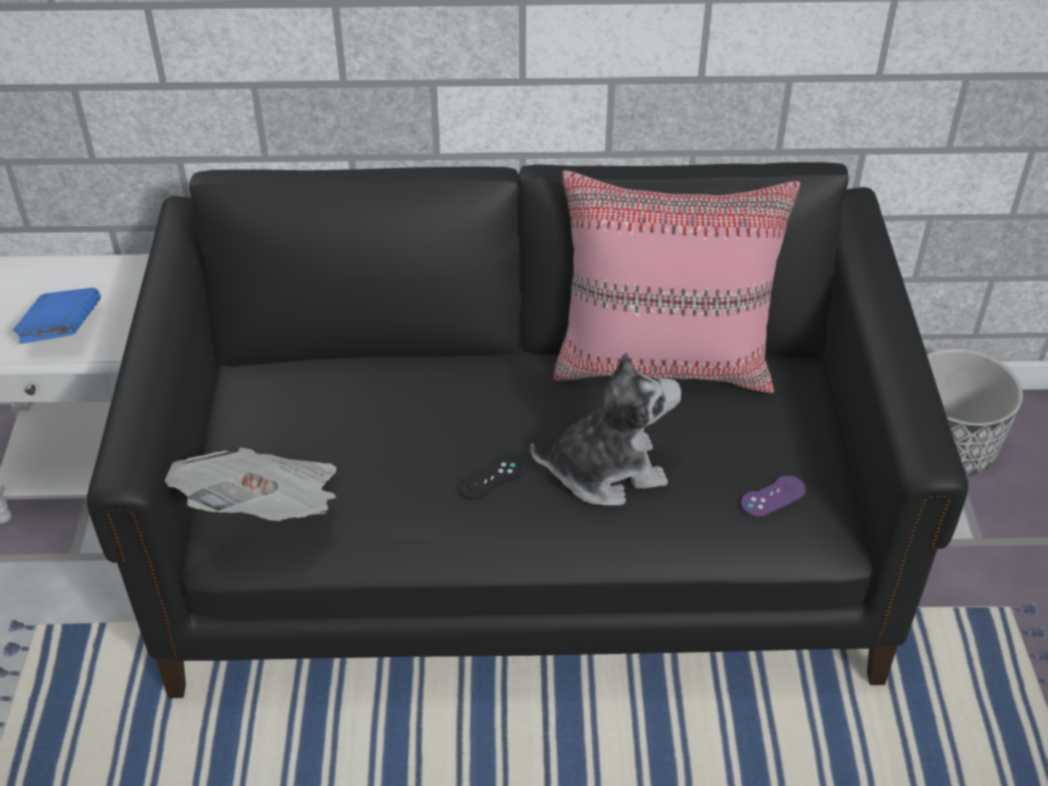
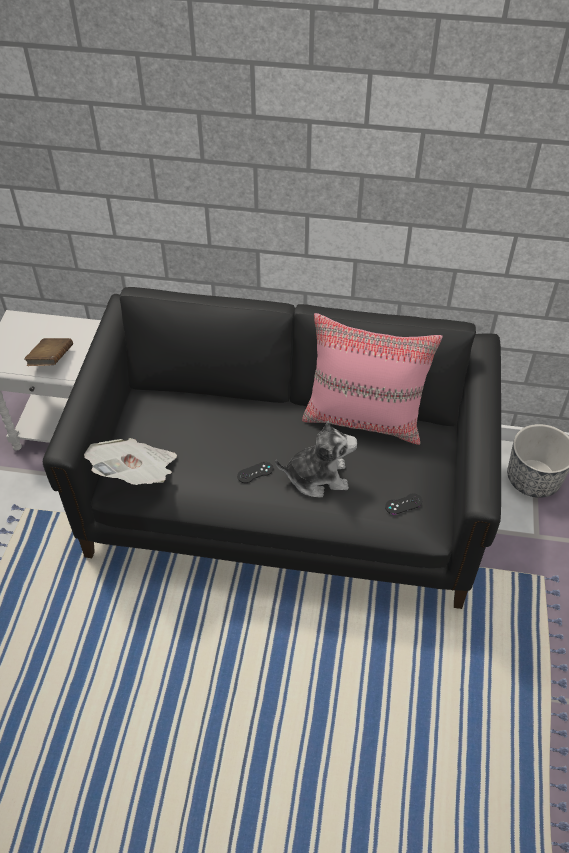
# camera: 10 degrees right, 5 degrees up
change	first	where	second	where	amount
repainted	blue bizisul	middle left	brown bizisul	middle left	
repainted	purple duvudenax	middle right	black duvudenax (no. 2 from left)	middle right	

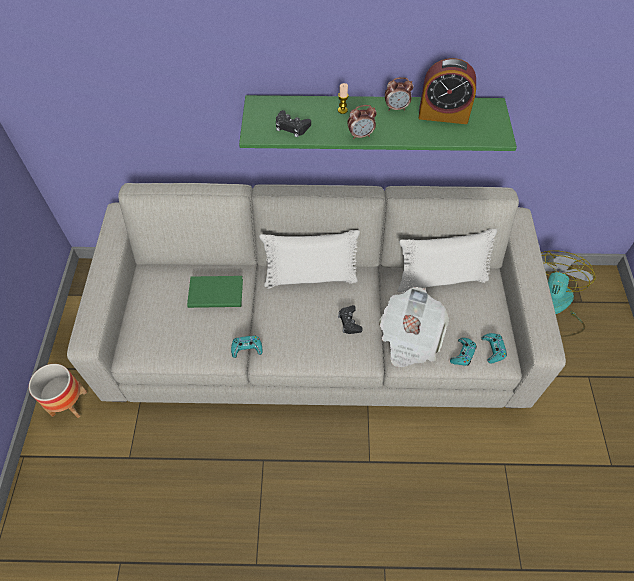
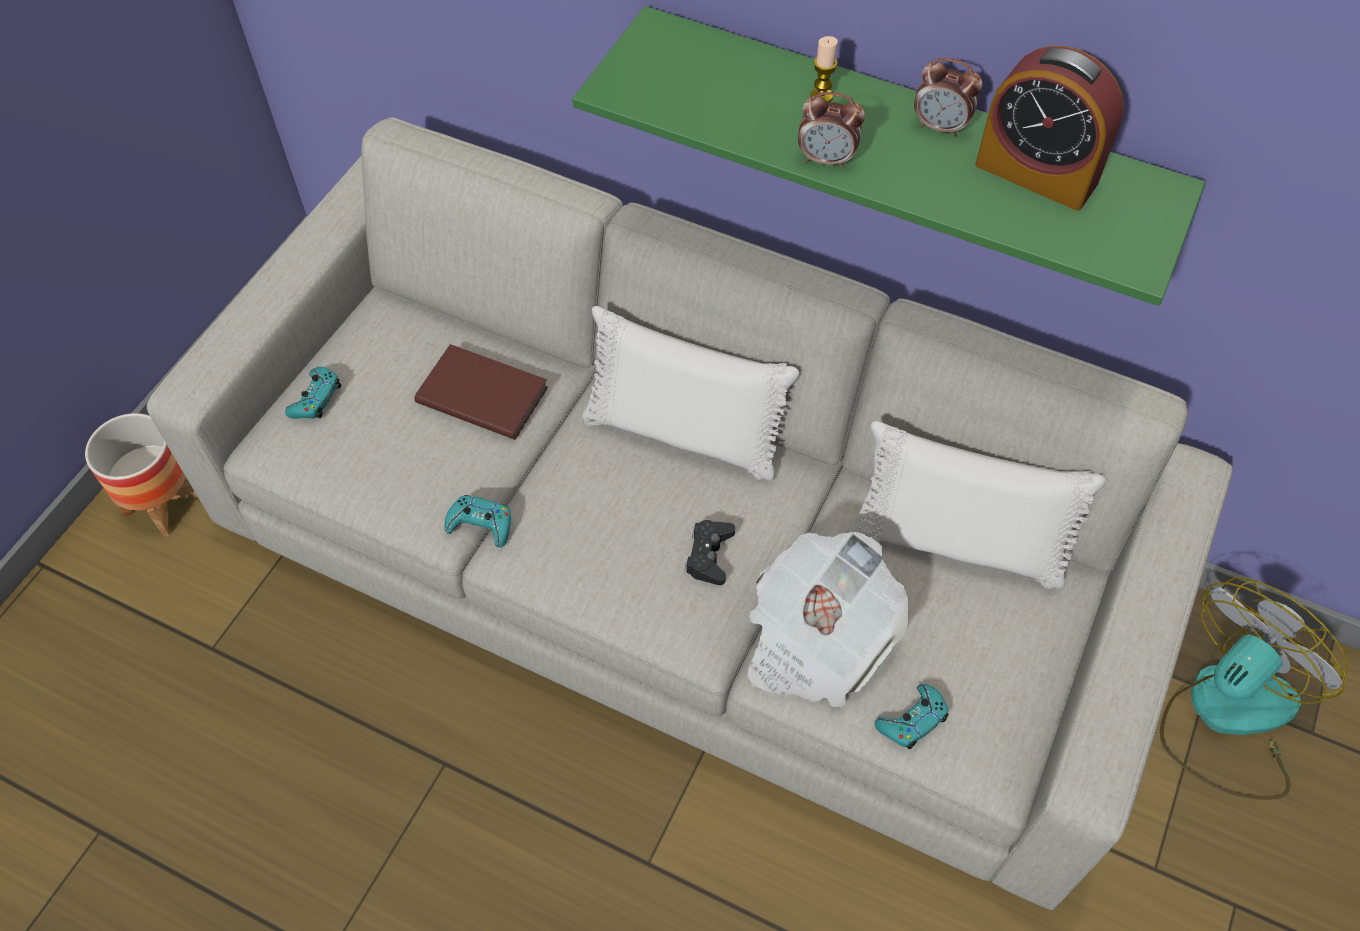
# camera: 25 degrees right, 0 degrees up
change	first	where	second	where	amount
gone	black duvudenax (no. 1 from left)	top centre			
shifted	turquoise duvudenax (no. 3 from left in the first image)	middle right	turquoise duvudenax (no. 1 from left)	middle left	
repainted	green bizisul	centre	brown bizisul	centre	

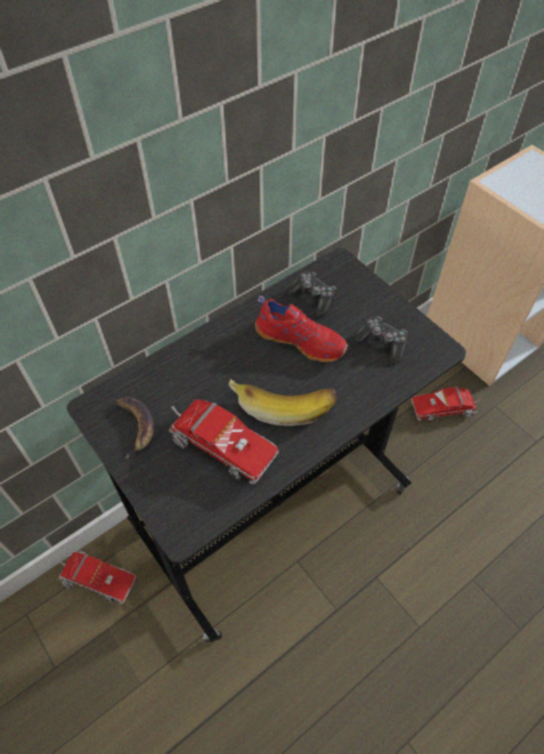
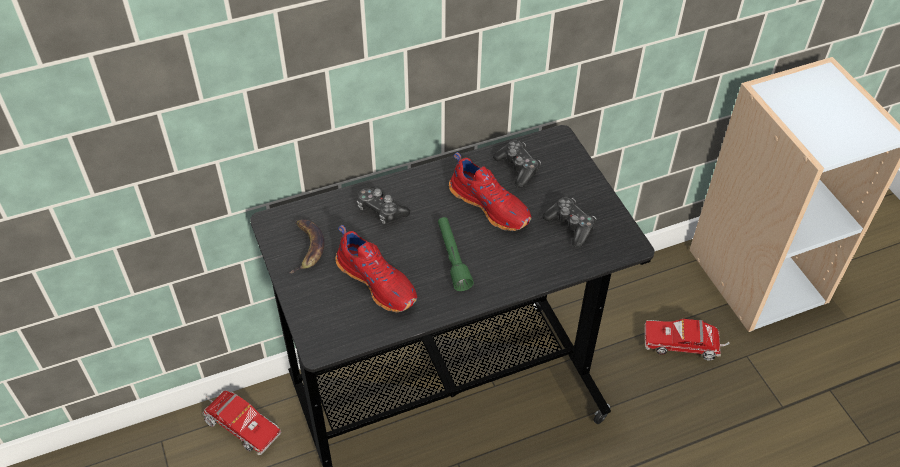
# camera: 15 degrees right, 5 degrees down
change	first	where	second	where	amount
new			duvudenax (no. 1 from left)	centre	
swapped	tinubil (no. 2 from left)	centre	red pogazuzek (no. 1 from left)	centre	
swapped	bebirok (no. 2 from left)	centre	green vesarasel	centre	

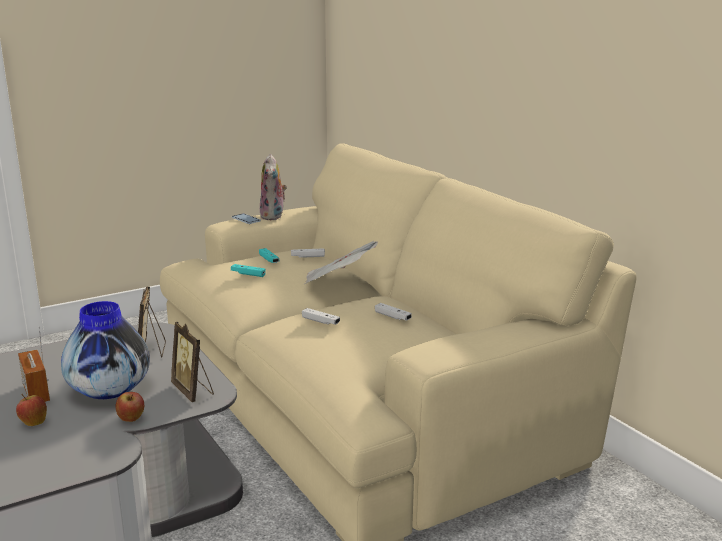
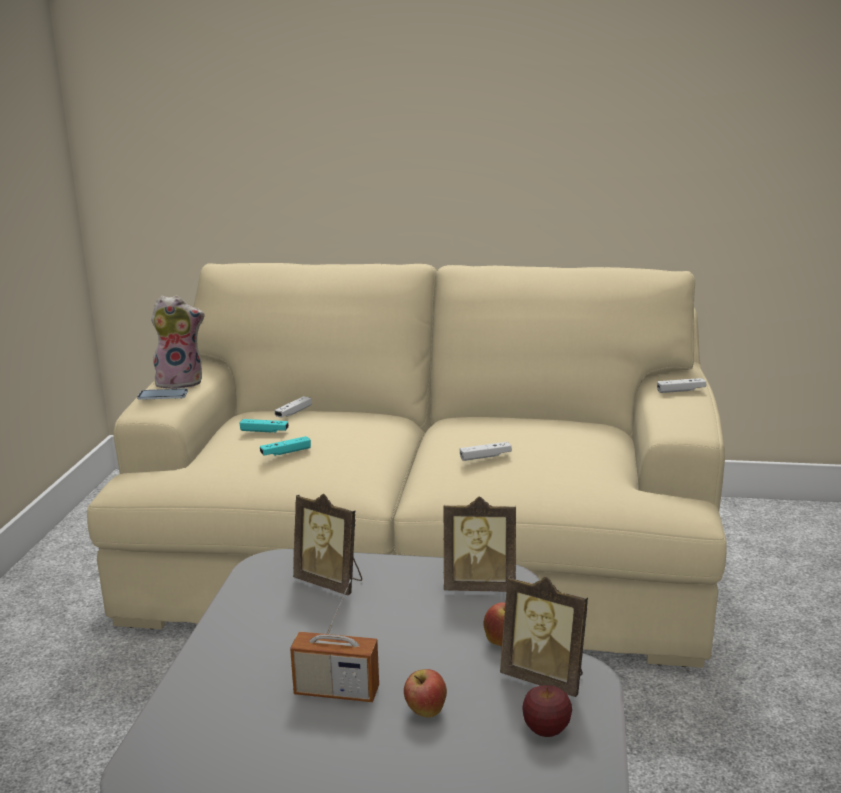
# camera: 50 degrees left, 0 degrees up
change	first	where	second	where	amount
gone	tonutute	middle left			
gone	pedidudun	centre			
new			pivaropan (no. 3 from left)	bottom centre	
new			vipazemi (no. 3 from left)	bottom centre	
shifted	white duvudenax (no. 3 from left)	centre		middle right	
rotated	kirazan	centre		middle left	45 degrees counterclockwise

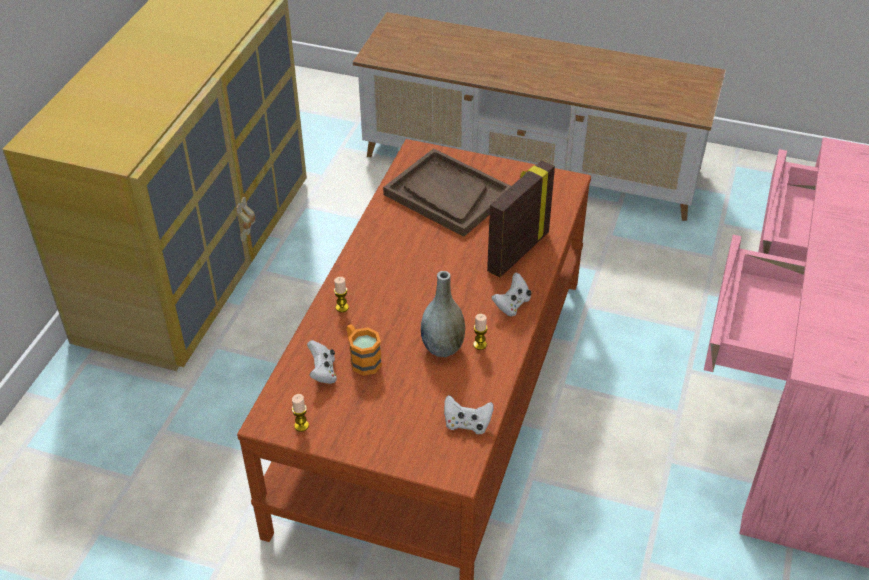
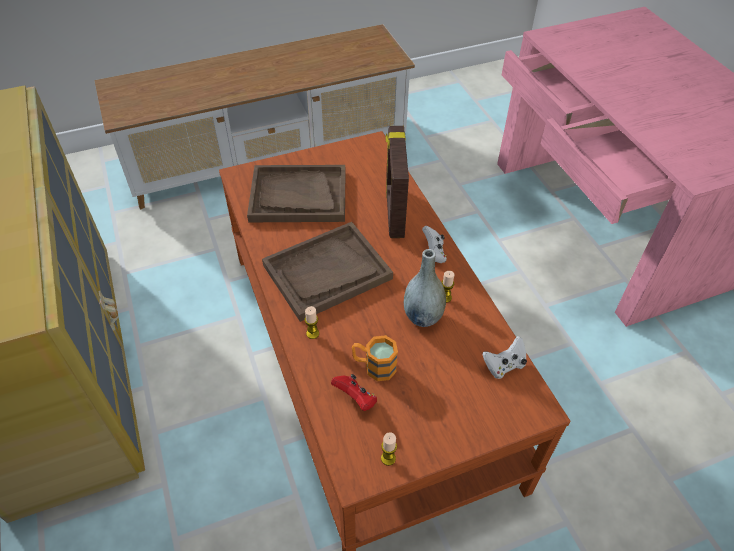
# camera: 40 degrees left, 5 degrees up
change	first	where	second	where	amount
new			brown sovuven (no. 2 from left)	centre	
repainted	white duvudenax (no. 1 from left)	centre	red duvudenax	bottom centre	

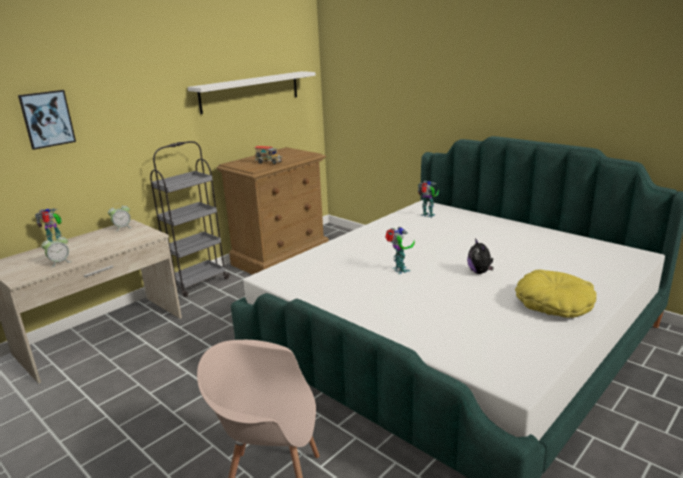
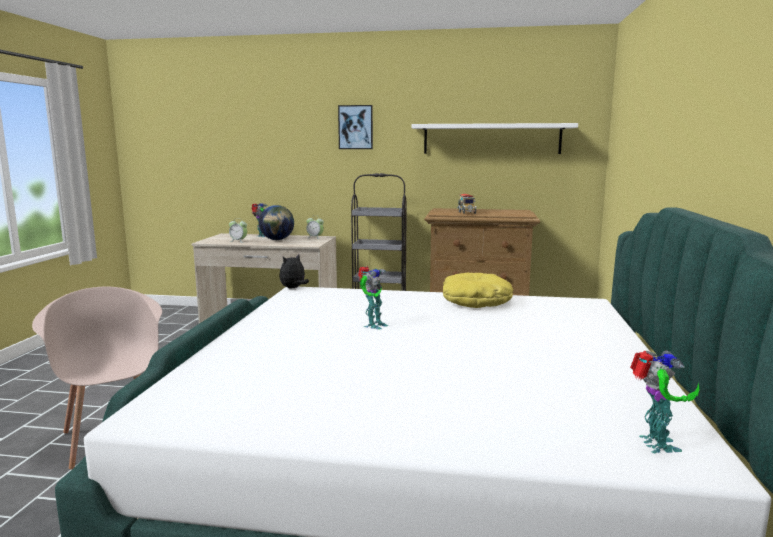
# camera: 55 degrees right, 10 degrees down
change	first	where	second	where	amount
new			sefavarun	centre	
shifted	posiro	top left		top centre	
shifted	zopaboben (no. 3 from left)	centre		bottom right	
shifted	kirazan	middle right		centre	
shifted	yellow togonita	middle right		centre	

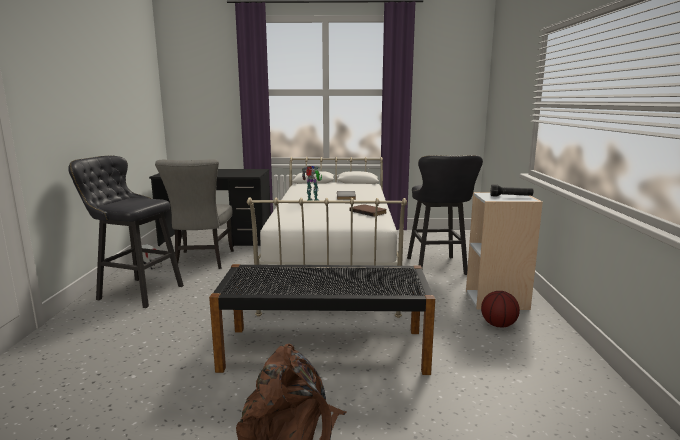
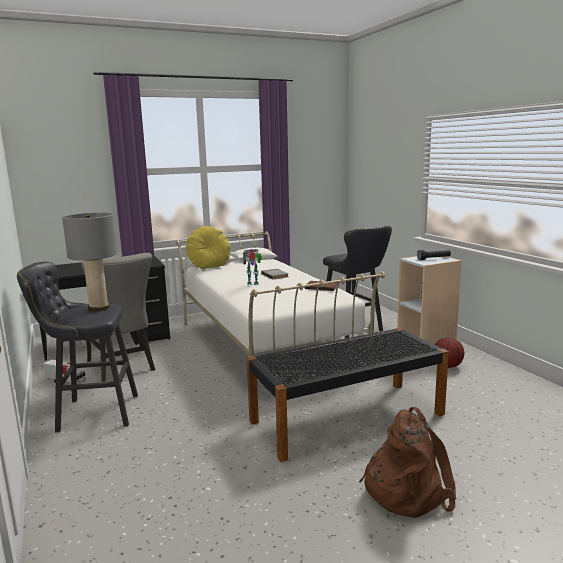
# camera: 25 degrees left, 0 degrees up
change	first	where	second	where	amount
new			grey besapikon	middle left	
new			yellow togonita	centre	

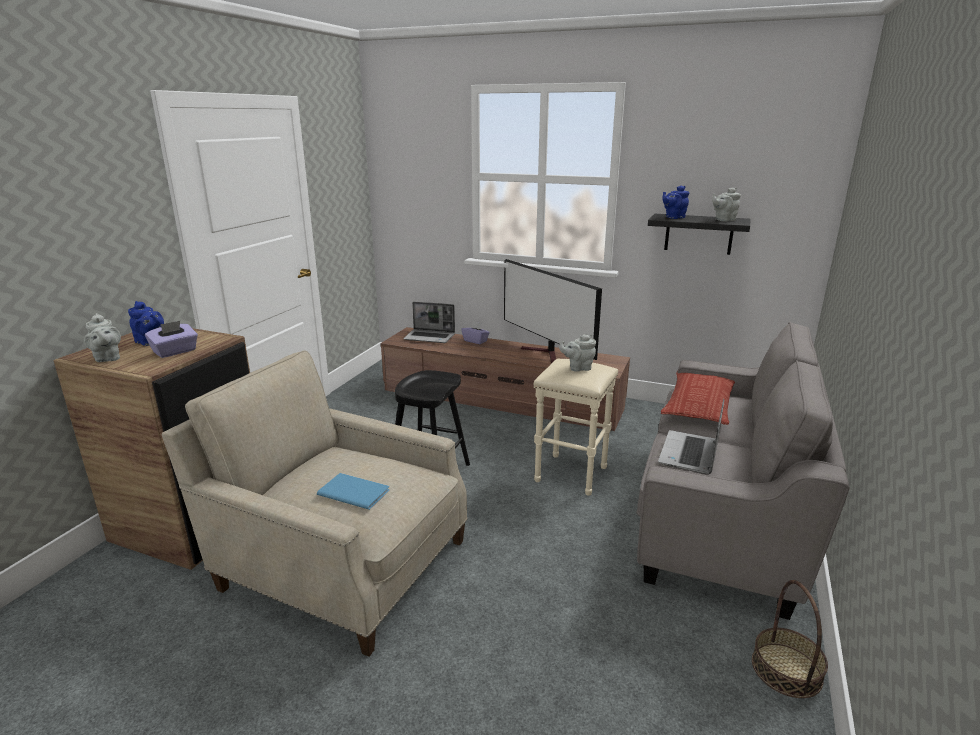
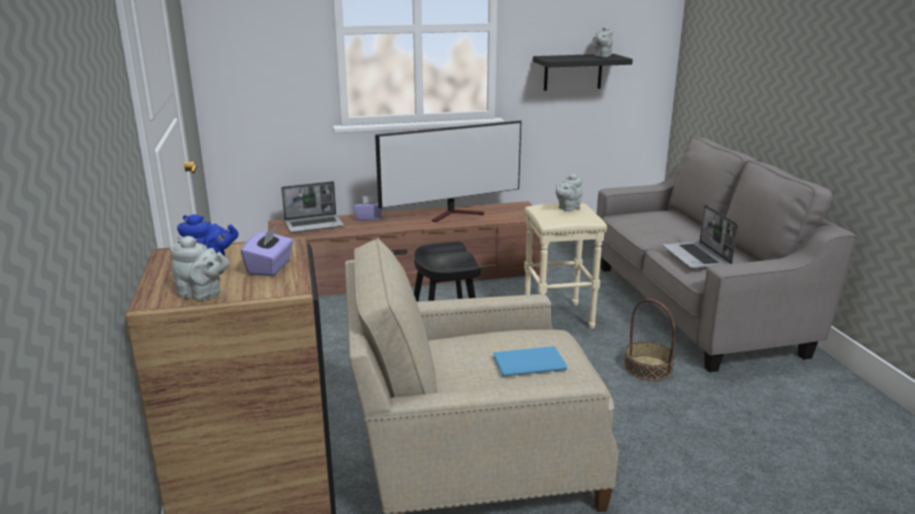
# camera: 35 degrees left, 0 degrees up
change	first	where	second	where	amount
gone	togonita	middle right			
gone	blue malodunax (no. 2 from left)	top right			
shifted	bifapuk	bottom right		middle right	
rotated	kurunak	centre		top centre	45 degrees counterclockwise

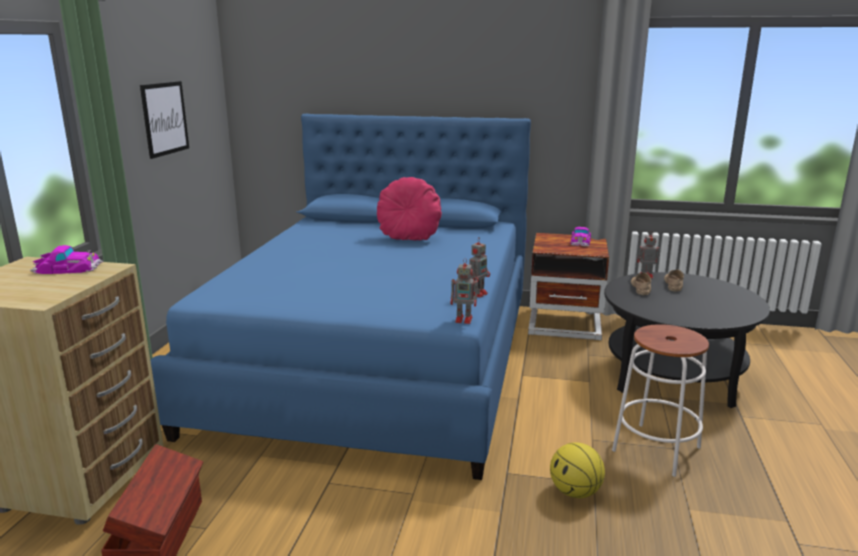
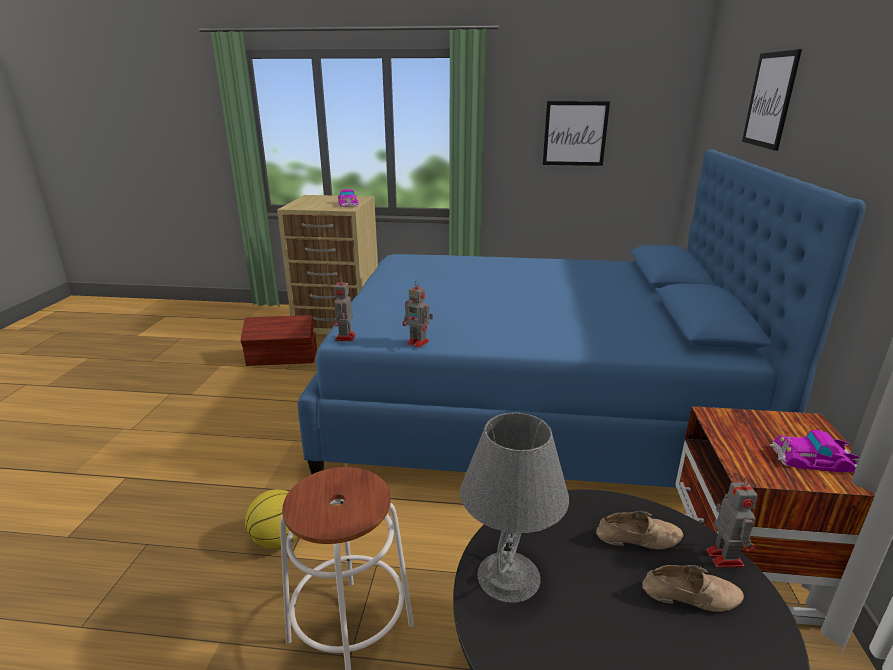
# camera: 85 degrees right, 5 degrees up
change	first	where	second	where	amount
gone	pink togonita	centre			
new			grey besapikon	bottom centre	
new			posiro (no. 2 from left)	top right	

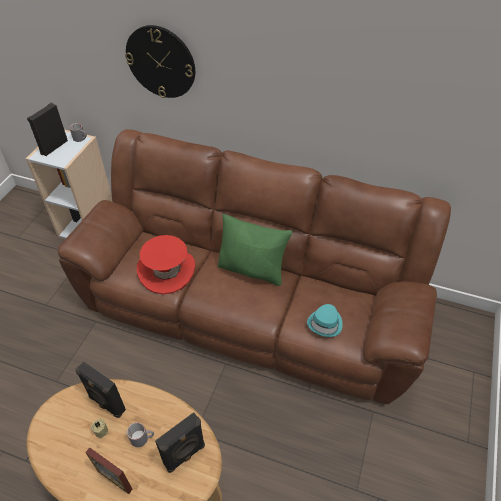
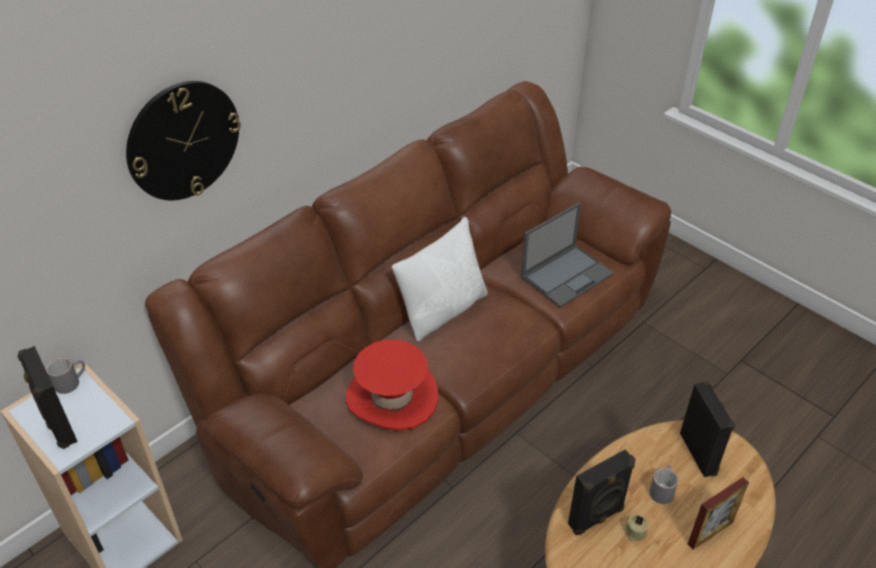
# camera: 65 degrees left, 5 degrees down
change	first	where	second	where	amount
swapped	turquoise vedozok	centre	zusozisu	centre	
repainted	green togonita	centre	white togonita	centre	

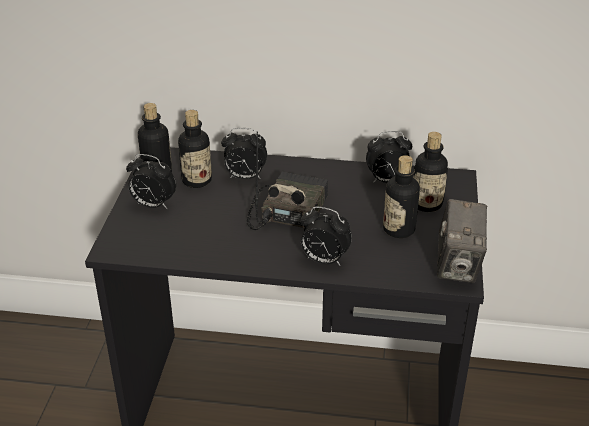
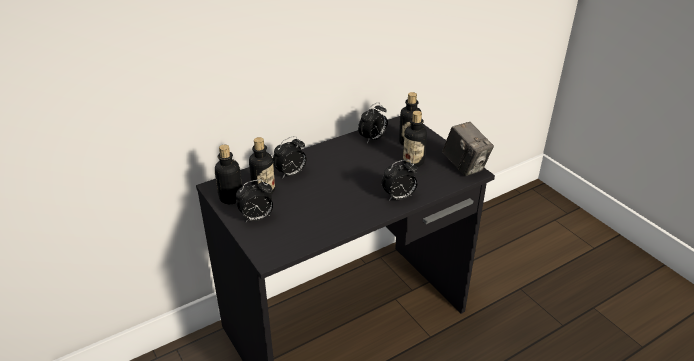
# camera: 40 degrees left, 0 degrees up
change	first	where	second	where	amount
gone	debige	centre			

